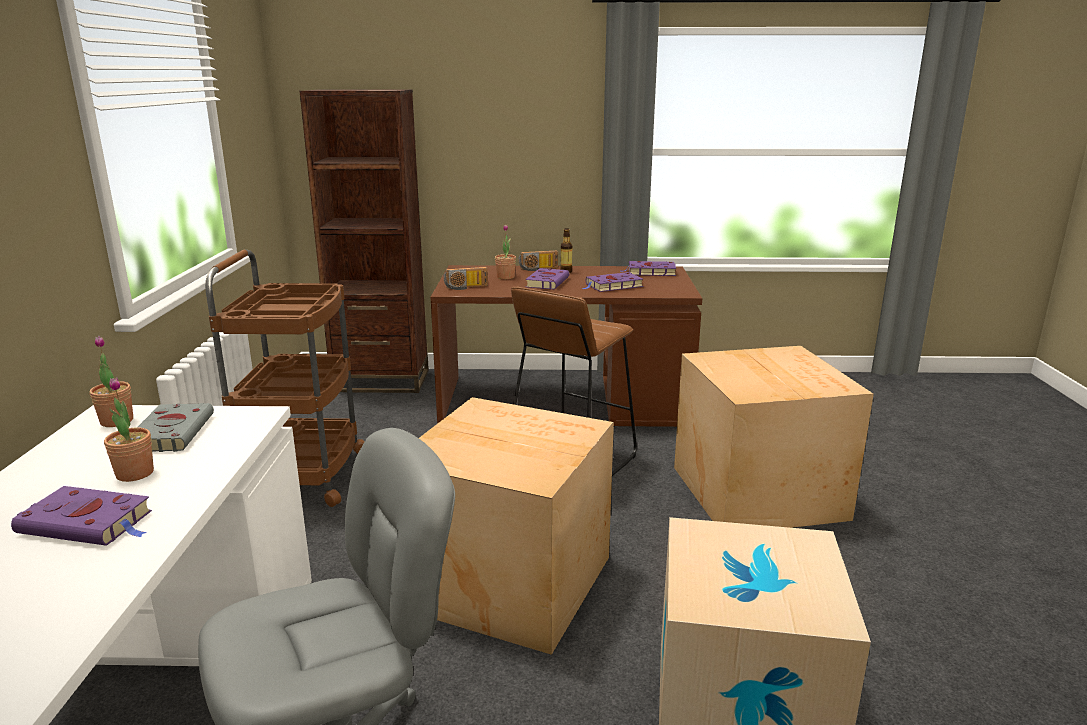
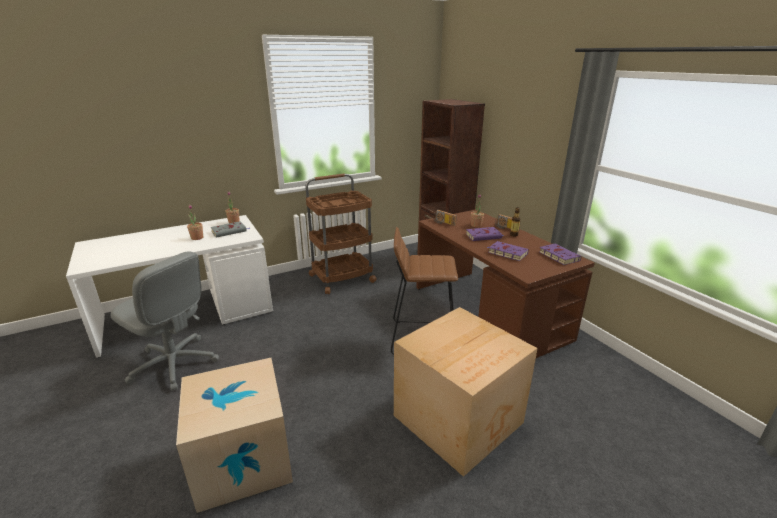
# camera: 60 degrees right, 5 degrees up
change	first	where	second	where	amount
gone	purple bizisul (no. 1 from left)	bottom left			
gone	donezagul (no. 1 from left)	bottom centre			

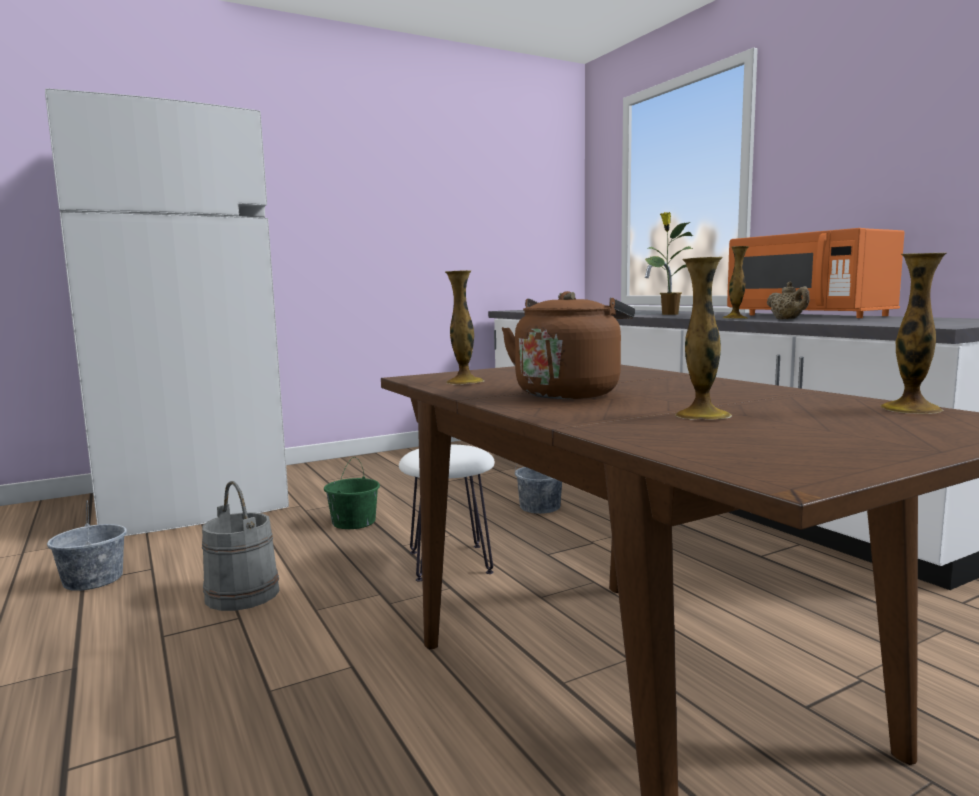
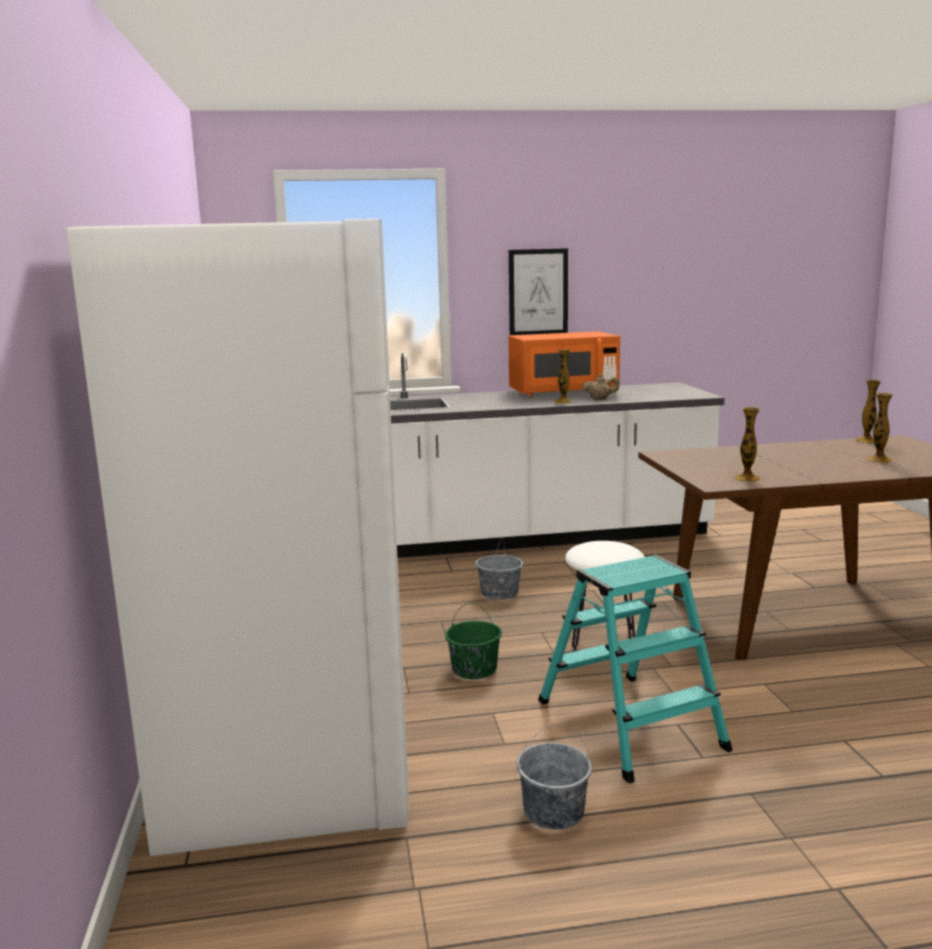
# camera: 70 degrees left, 5 degrees up
change	first	where	second	where	amount
gone	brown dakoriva	centre			
gone	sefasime	top right			
new			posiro	top centre	
swapped	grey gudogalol (no. 2 from left)	bottom left	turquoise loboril	bottom right	

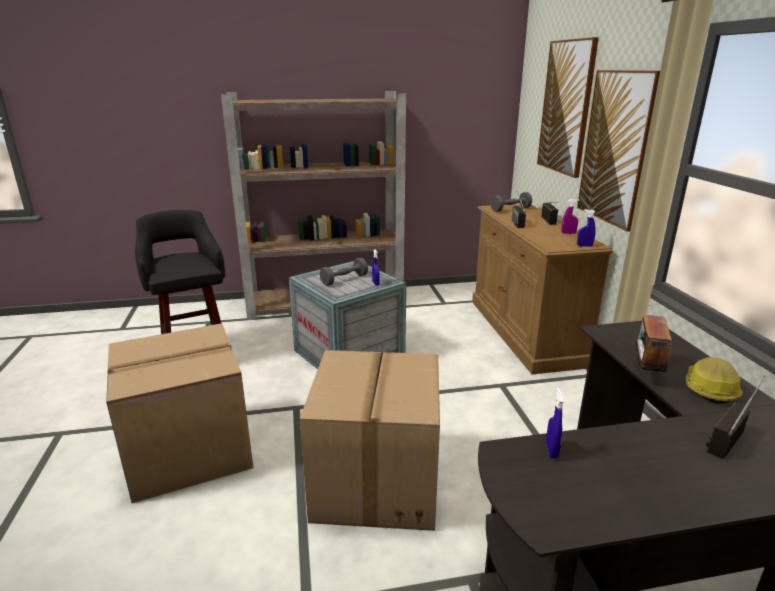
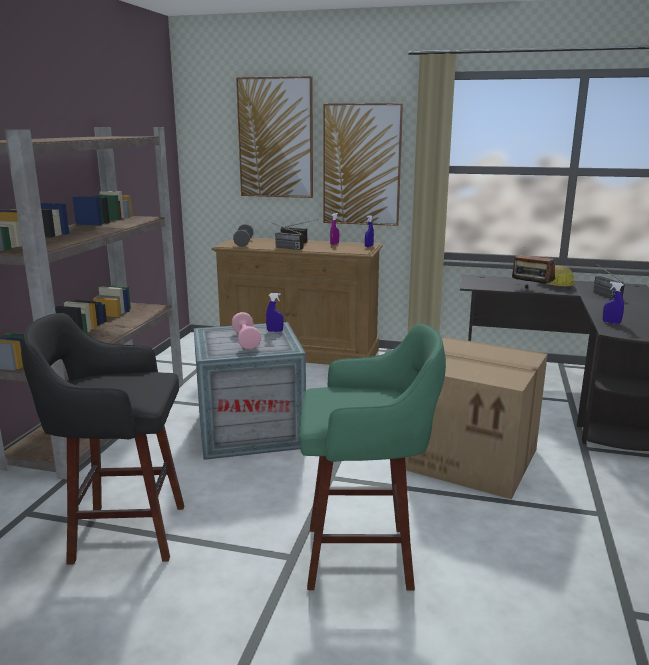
# camera: 65 degrees left, 5 degrees down
change	first	where	second	where	amount
swapped	donezagul (no. 1 from left)	bottom left	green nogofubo	bottom centre	
repainted	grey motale (no. 1 from left)	centre	pink motale	centre	

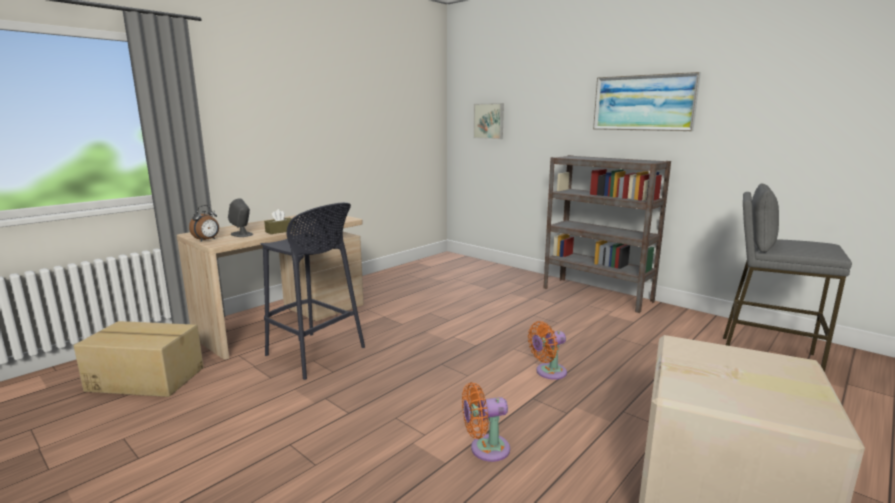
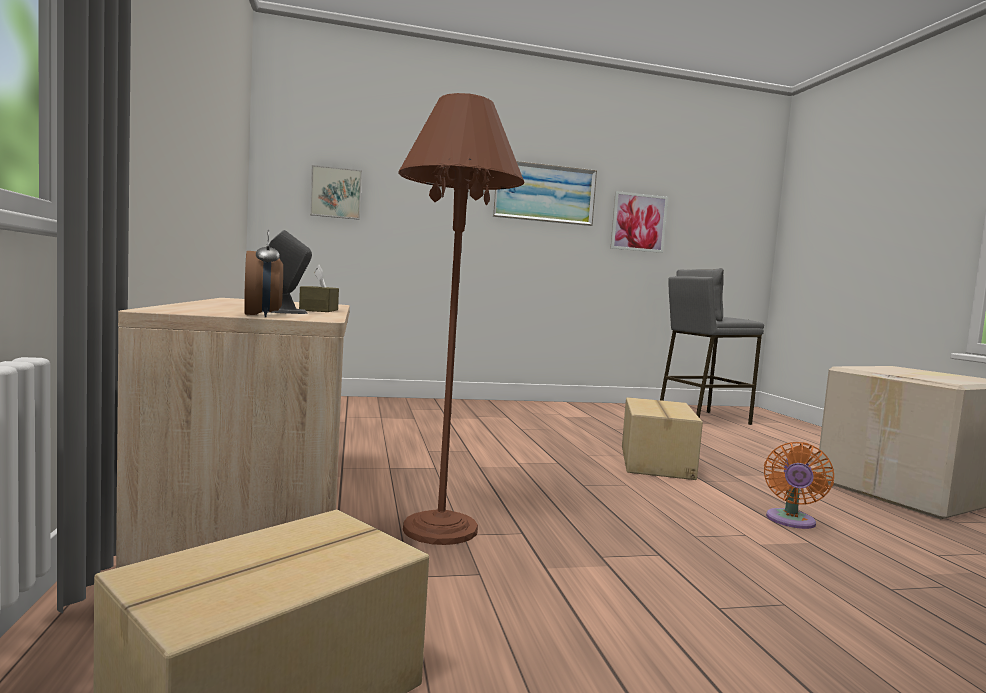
# camera: 55 degrees left, 10 degrees down
change	first	where	second	where	amount
gone	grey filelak	middle right			
new			posiro (no. 3 from left)	top centre	
swapped	grey nogofubo (no. 1 from left)	centre	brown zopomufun	centre	
swapped	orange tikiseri (no. 2 from left)	bottom centre	donezagul (no. 2 from left)	middle right	

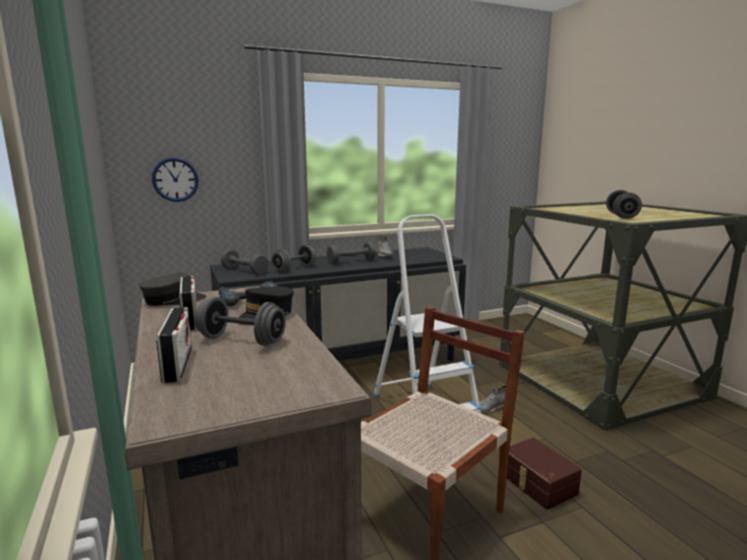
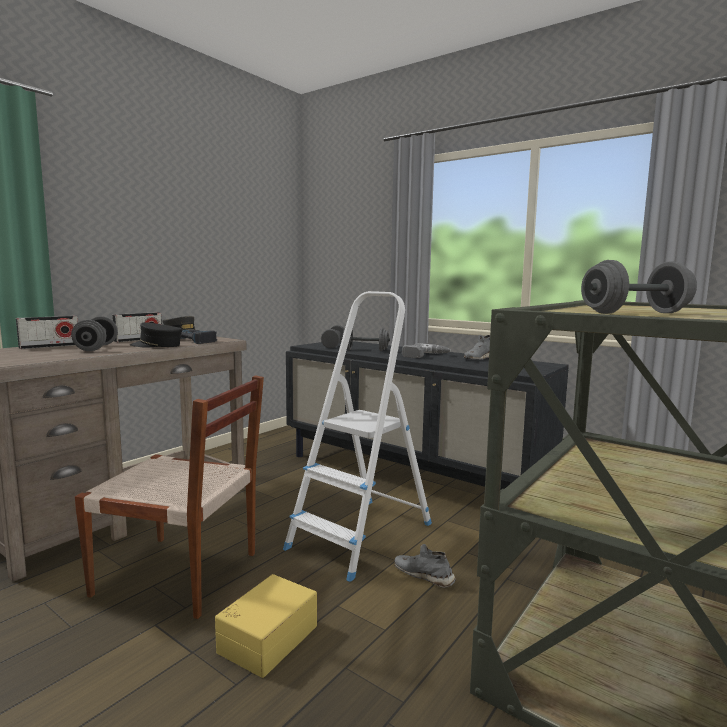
# camera: 60 degrees right, 5 degrees down
change	first	where	second	where	amount
gone	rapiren	top left			
swapped	grey motale (no. 4 from left)	centre	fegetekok (no. 2 from left)	centre	
repainted	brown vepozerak	bottom right	yellow vepozerak	bottom centre	

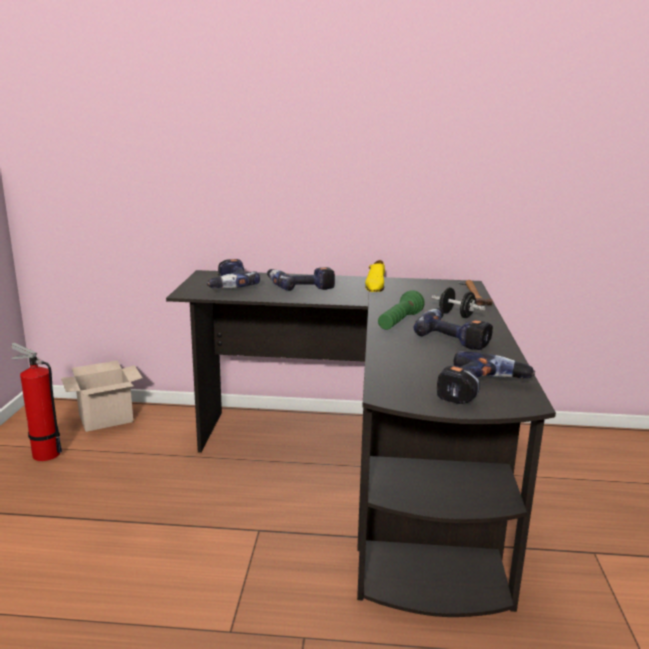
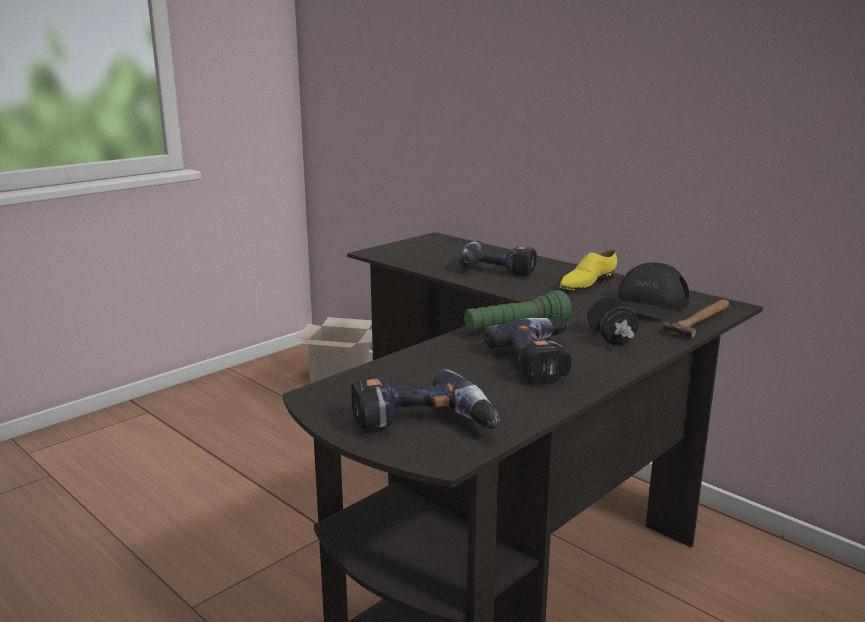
# camera: 40 degrees right, 0 degrees up
change	first	where	second	where	amount
gone	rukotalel	middle left			
gone	fegetekok (no. 1 from left)	centre			
new			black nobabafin	middle right	

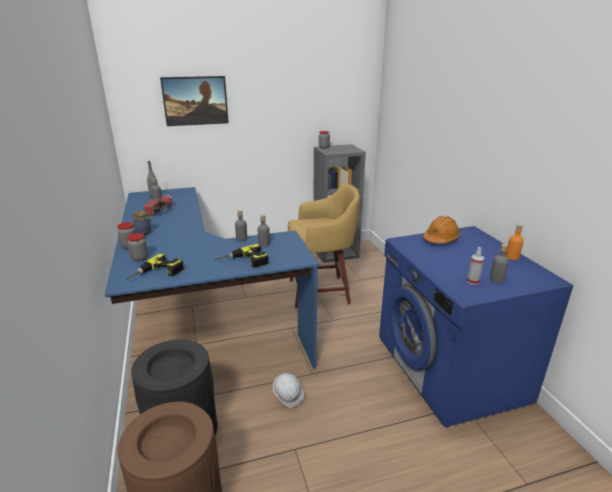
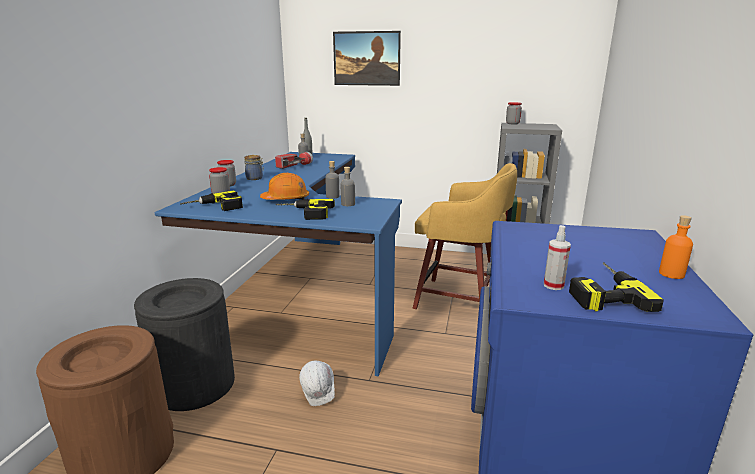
# camera: 30 degrees right, 5 degrees down
change	first	where	second	where	amount
shifted	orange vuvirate	middle right		centre	
swapped	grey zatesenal (no. 5 from left)	middle right	fegetekok (no. 3 from left)	middle right	

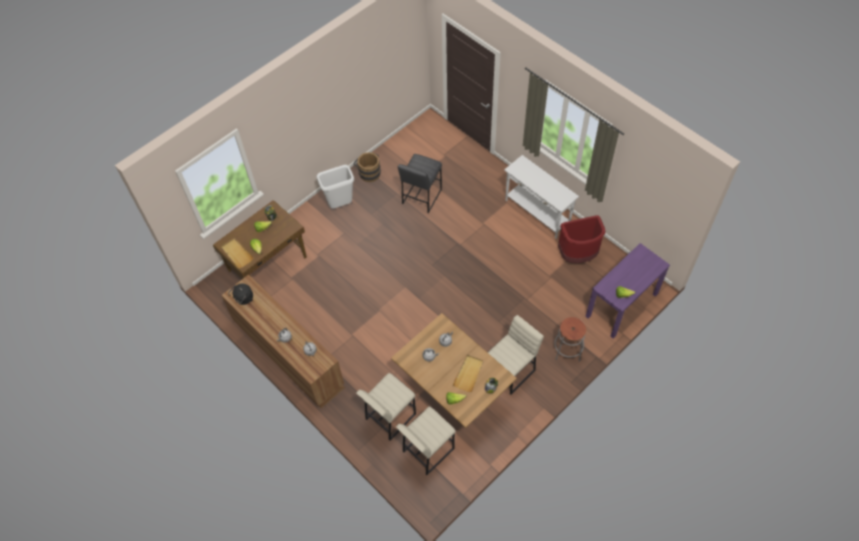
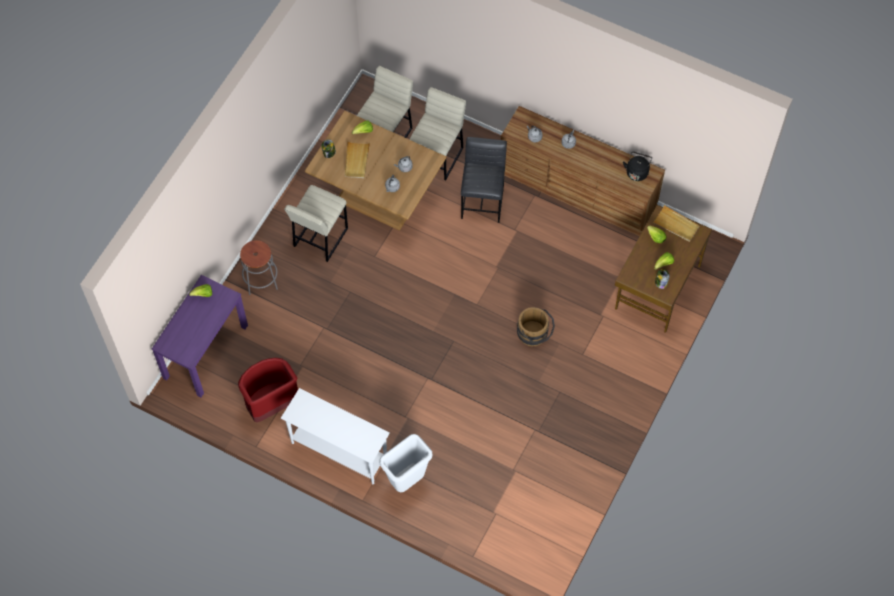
# camera: 160 degrees right, 5 degrees up
change	first	where	second	where	amount
shifted	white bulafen	centre		bottom centre	
shifted	brown gudogalol	top centre		centre	
shifted	grey nogofubo (no. 1 from left in the first image)	centre	grey nogofubo (no. 2 from left)	top centre	

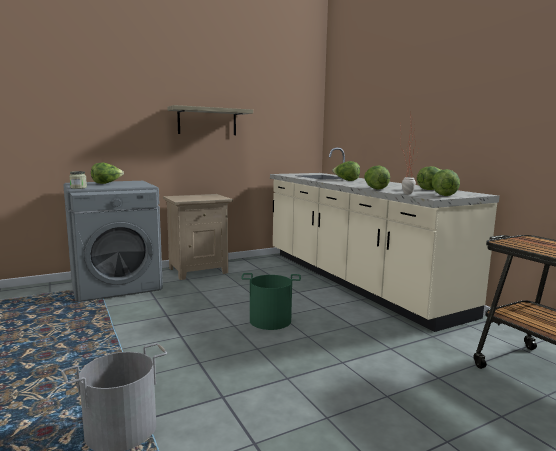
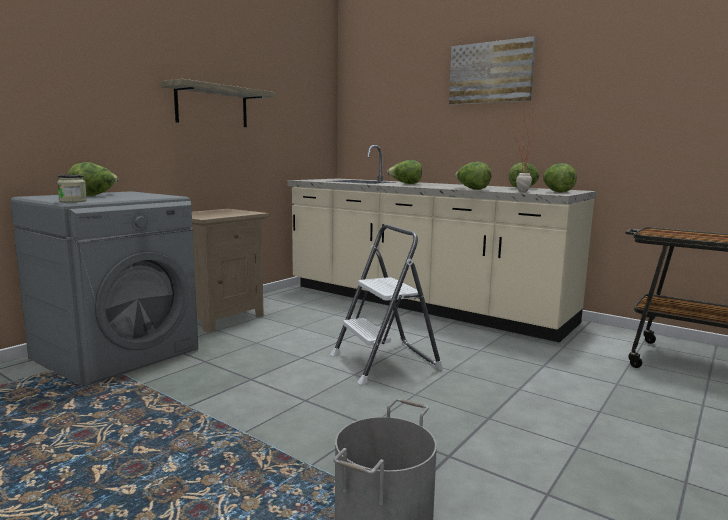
# camera: 25 degrees left, 0 degrees up
change	first	where	second	where	amount
new			posiro	top right	
swapped	green gudogalol	bottom centre	white loboril	centre	

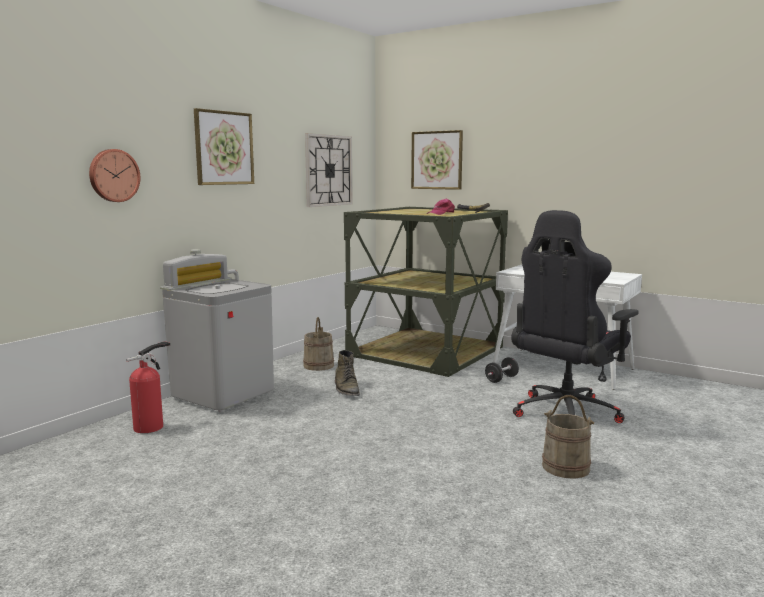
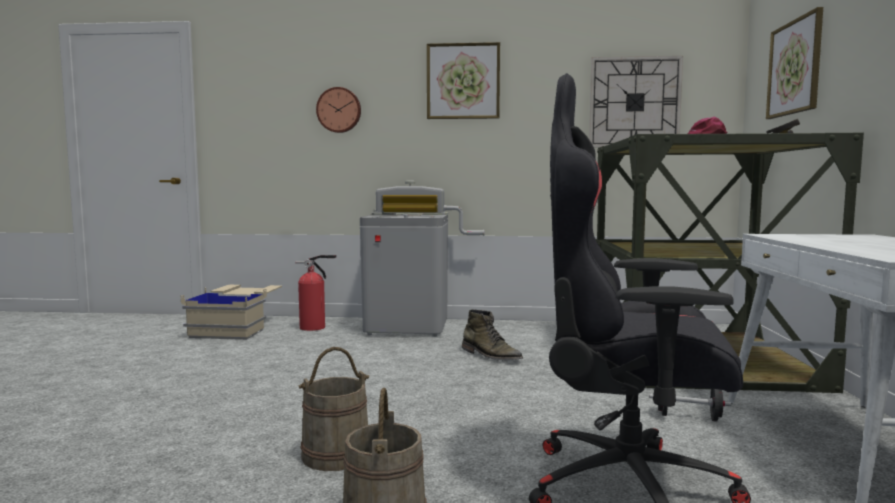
# camera: 60 degrees right, 5 degrees down
change	first	where	second	where	amount
new			beige vepozerak	middle left	
shifted	beige gudogalol (no. 1 from left)	centre		bottom centre	
rotated	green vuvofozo	centre		centre	90 degrees counterclockwise

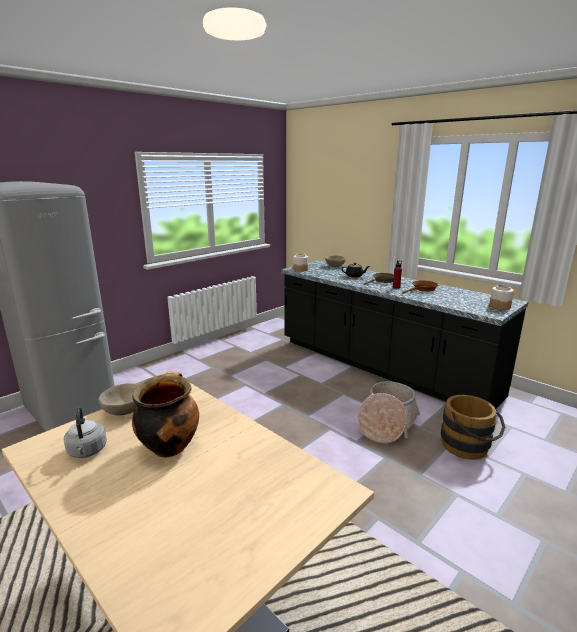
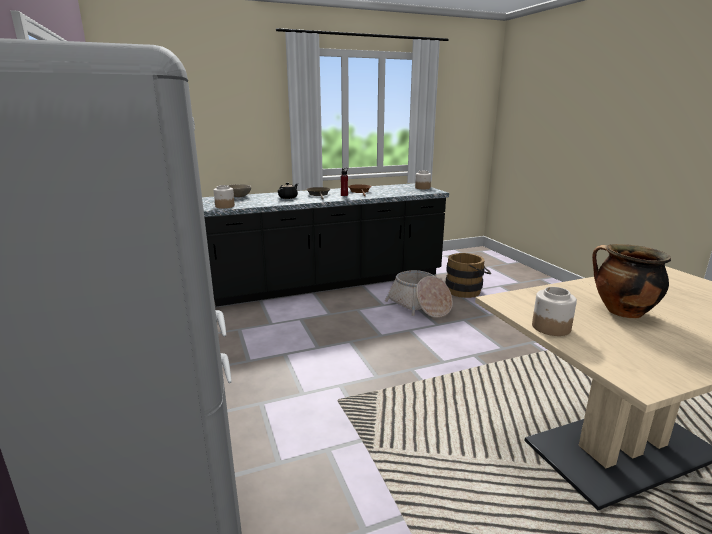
# camera: 65 degrees left, 0 degrees up
change	first	where	second	where	amount
gone	grey dakoriva	bottom left			
swapped	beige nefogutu (no. 1 from left)	middle left	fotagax (no. 3 from left)	middle right	

